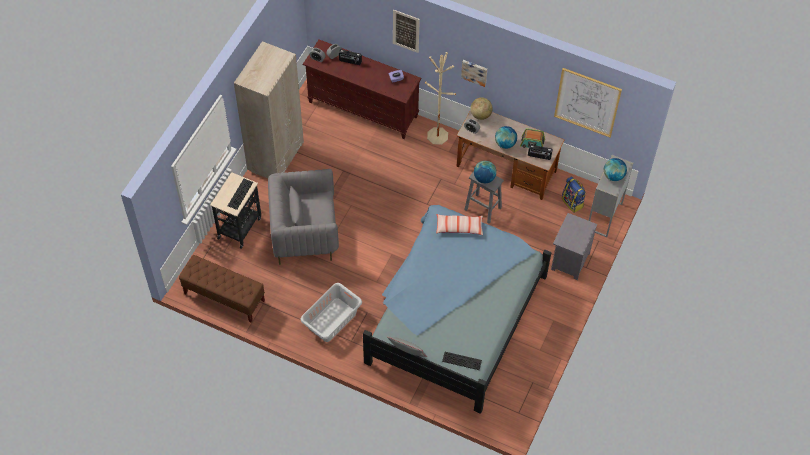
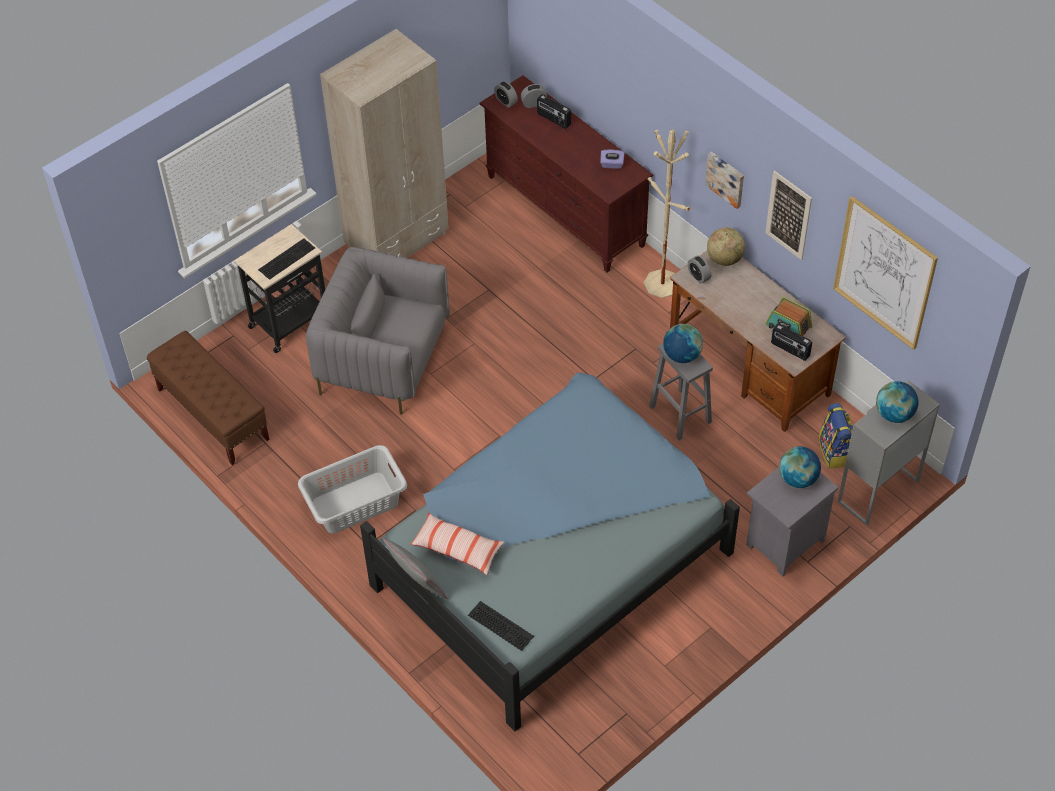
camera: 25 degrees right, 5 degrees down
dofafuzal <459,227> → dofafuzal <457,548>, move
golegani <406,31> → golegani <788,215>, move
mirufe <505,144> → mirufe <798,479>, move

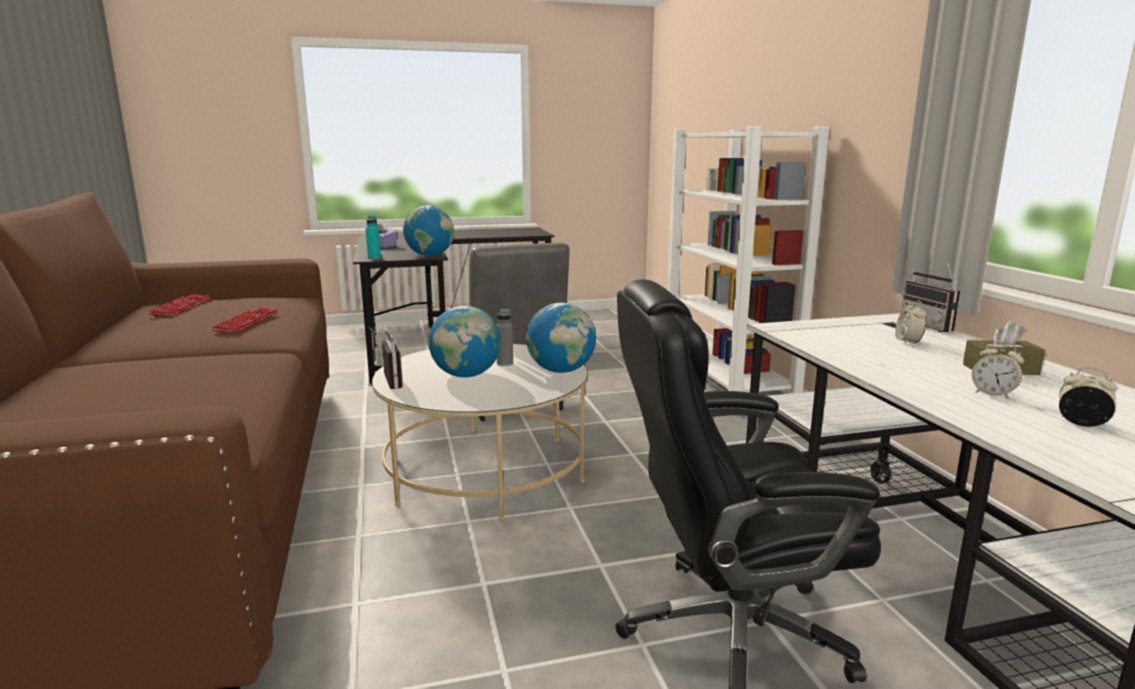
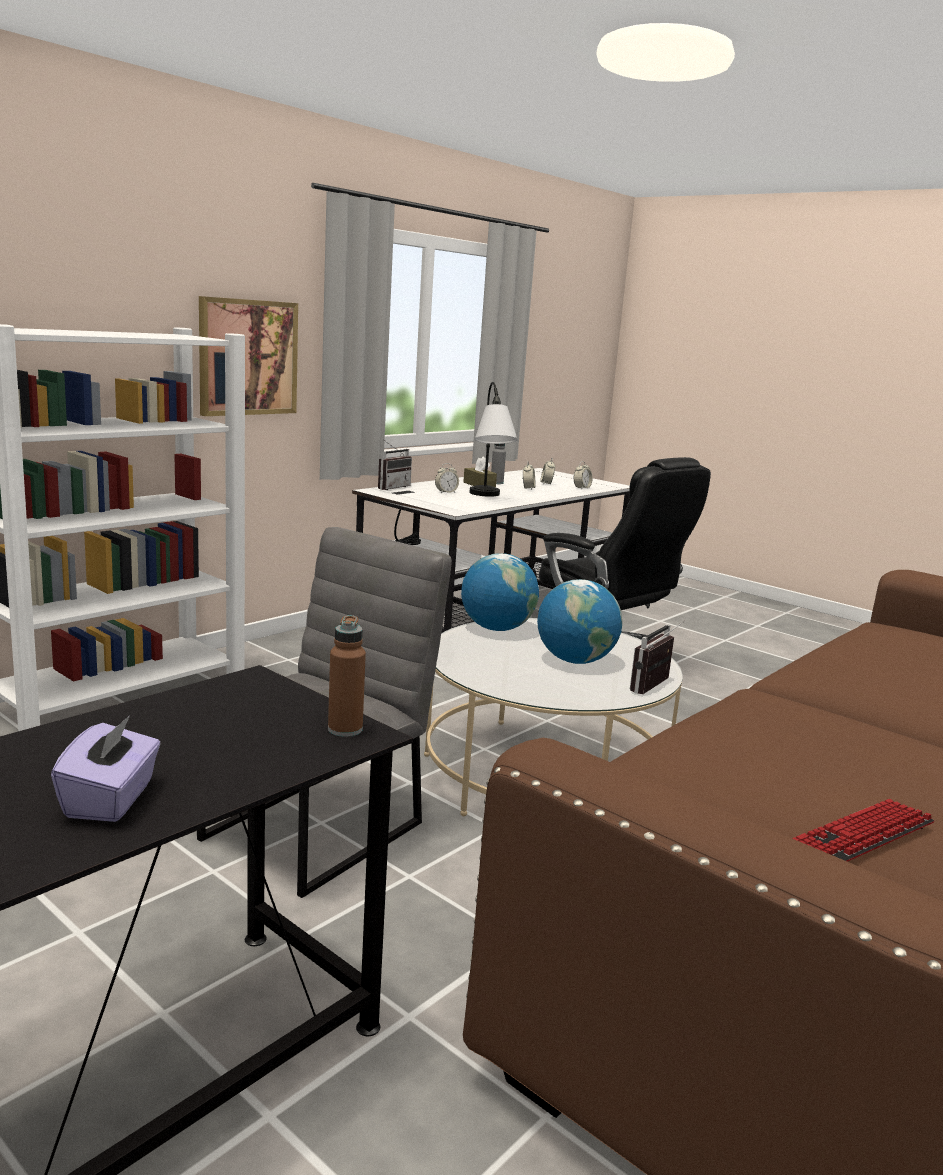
camera: 125 degrees left, 0 degrees up
- → golegani <247,357>
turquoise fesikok <374,258> → brown fesikok <345,729>
- → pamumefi <488,497>
grey fesikok <505,363> → grey fesikok <496,483>, move
- → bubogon <581,488>
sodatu <247,322> → -
mirufe <430,255> → -

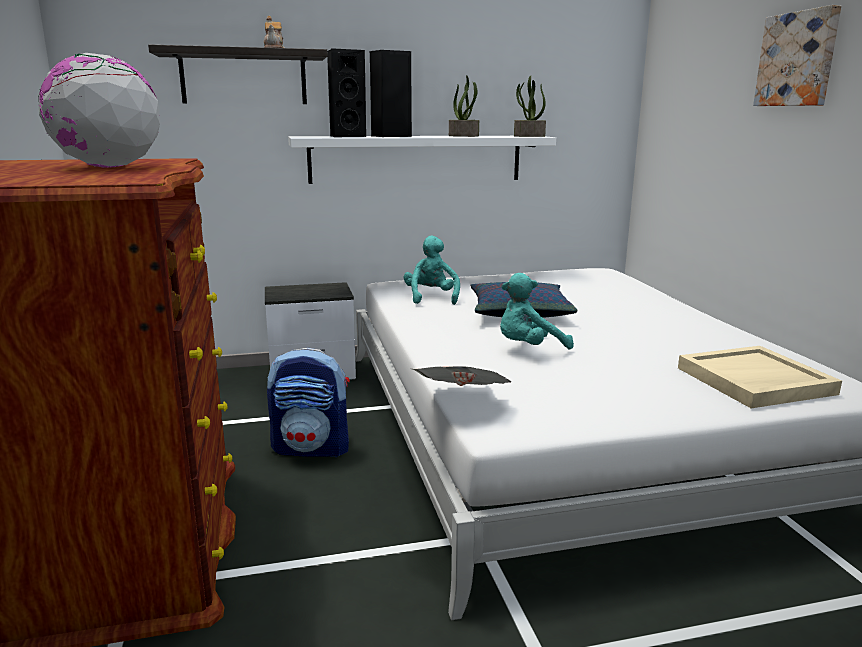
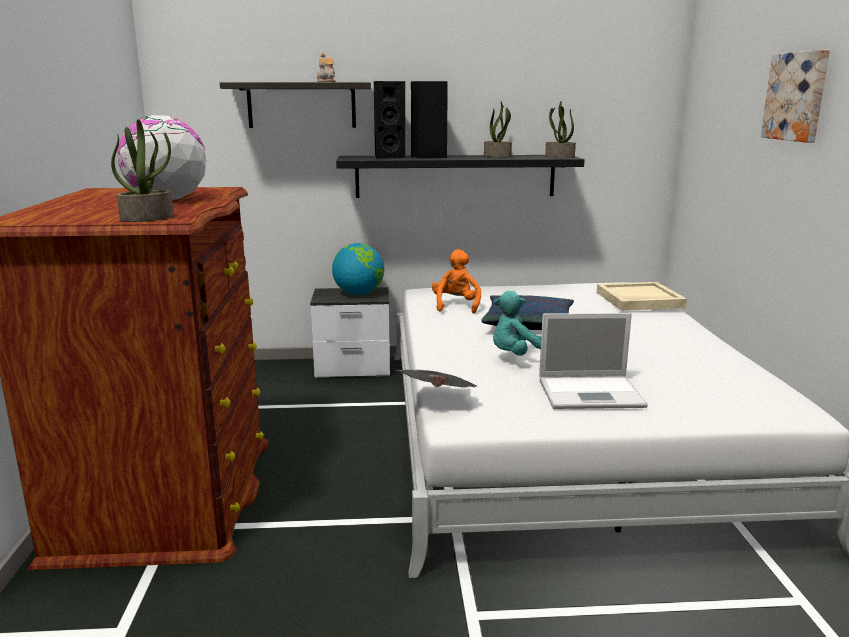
camera: 10 degrees right, 0 degrees up
- → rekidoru <147,218>
- → mirufe <359,294>
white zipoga <416,158> → black zipoga <455,176>
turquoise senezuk <431,298> → orange senezuk <456,306>
- → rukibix <592,393>
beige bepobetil <754,381> → beige bepobetil <639,300>, move
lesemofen <312,448> → -

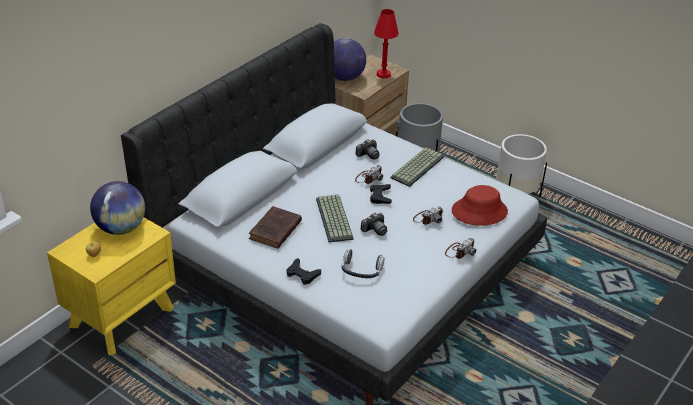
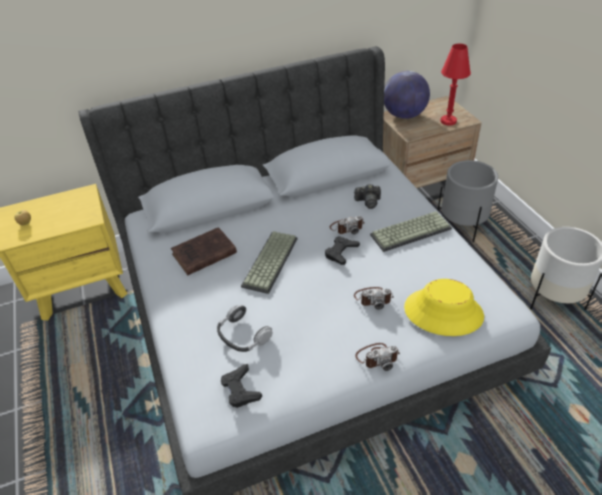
camera: 35 degrees right, 5 degrees up
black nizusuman <302,274> → black nizusuman <240,389>, move
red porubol <479,211> → yellow porubol <443,312>
mirufe <121,228> → -
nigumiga <375,230> → -

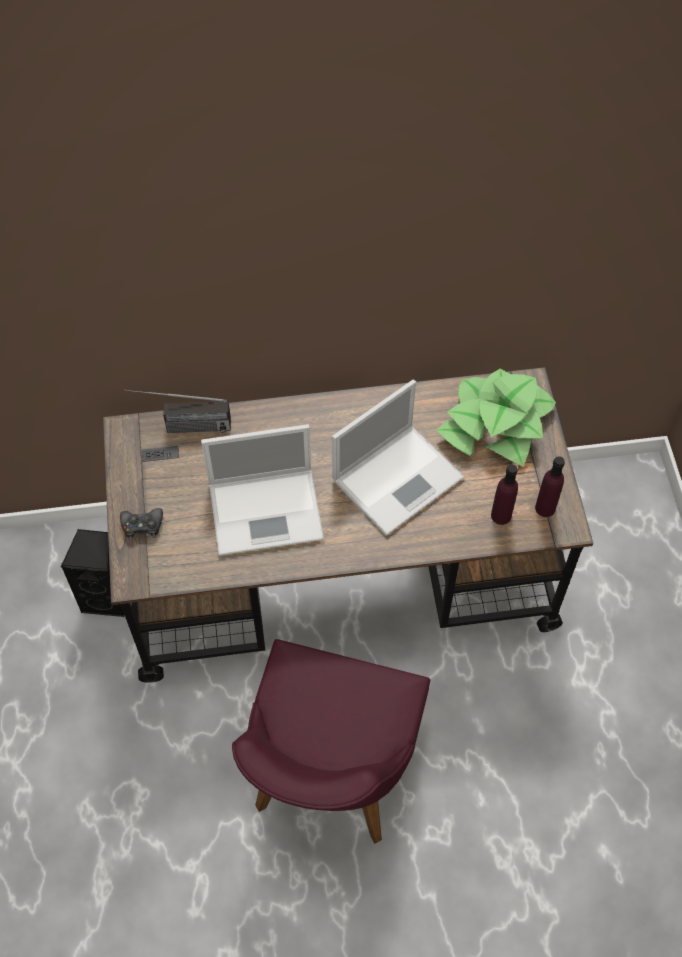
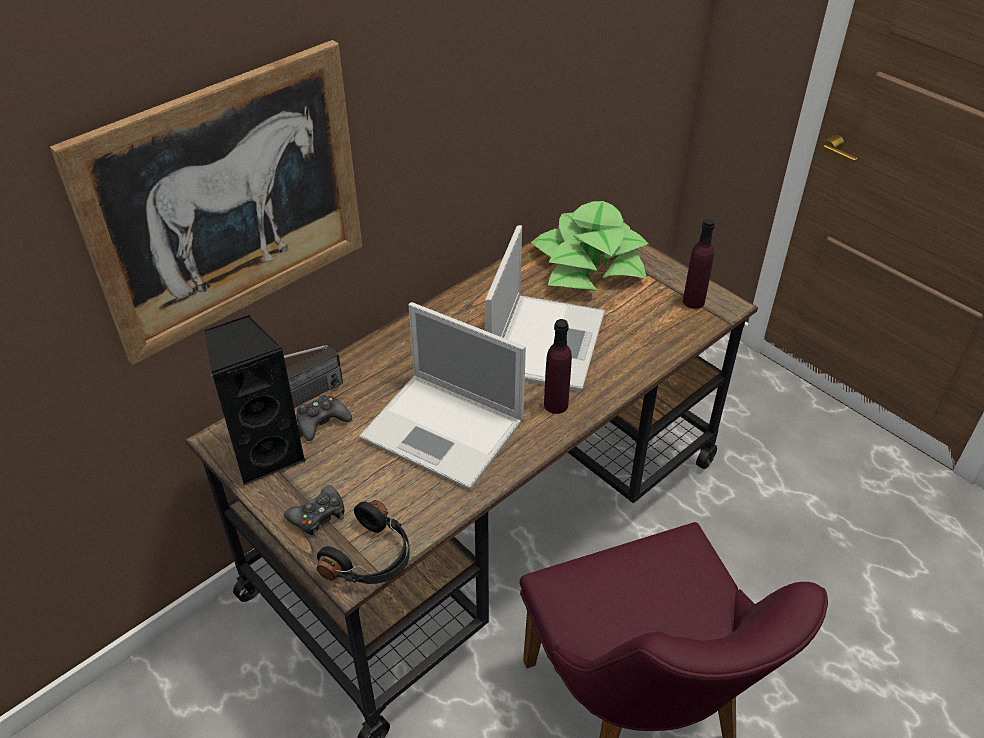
camera: 35 degrees left, 15 degrees down
- → golegani <228,202>
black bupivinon <107,597> → black bupivinon <266,454>, move
- → black nizusuman <322,422>
- → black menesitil <371,558>
rukibix <268,510> → rukibix <445,430>, 75 degrees clockwise
purple fesikok <501,515> → purple fesikok <556,404>, move

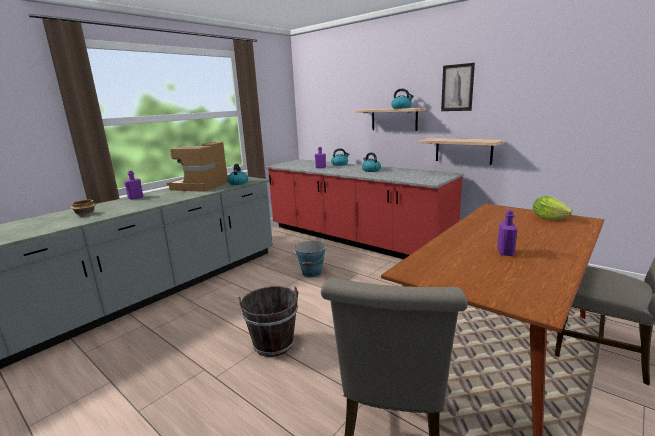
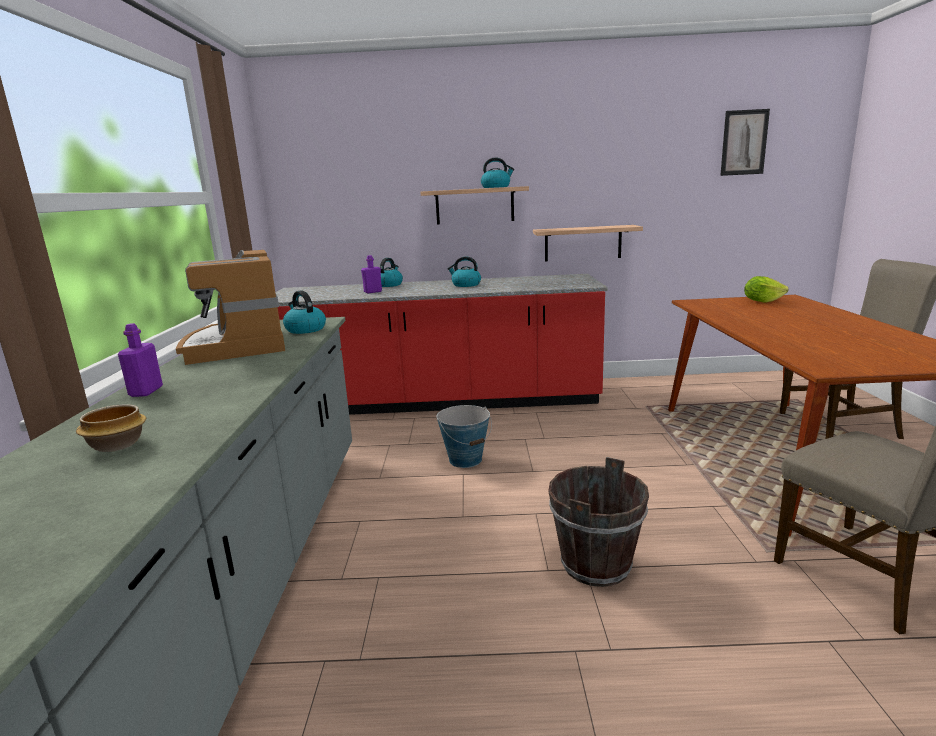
camera: 40 degrees left, 0 degrees up
golegani <457,88> → golegani <744,142>, move
purple fesikok <505,252> → -

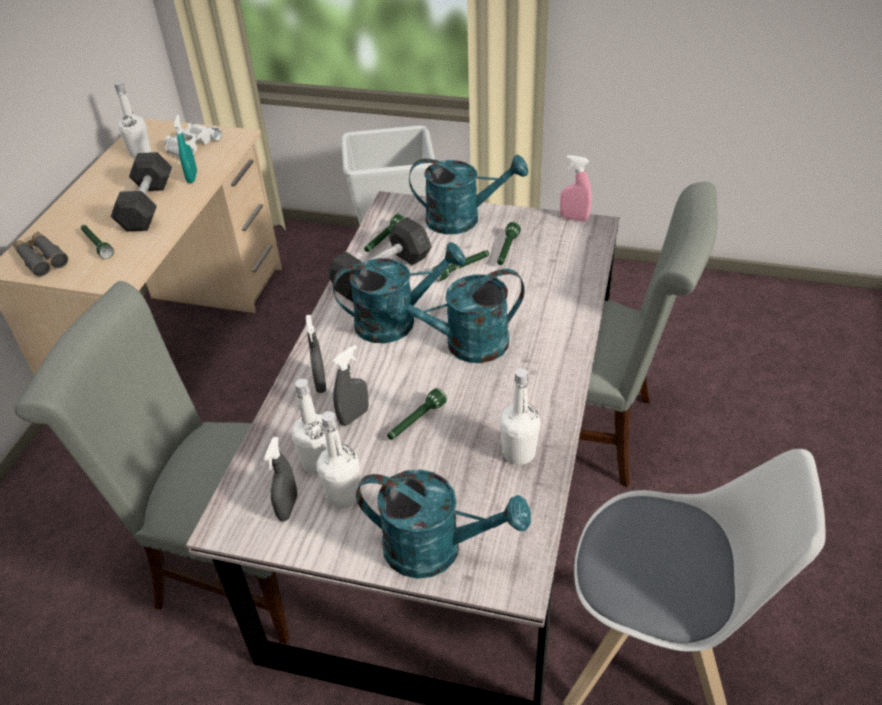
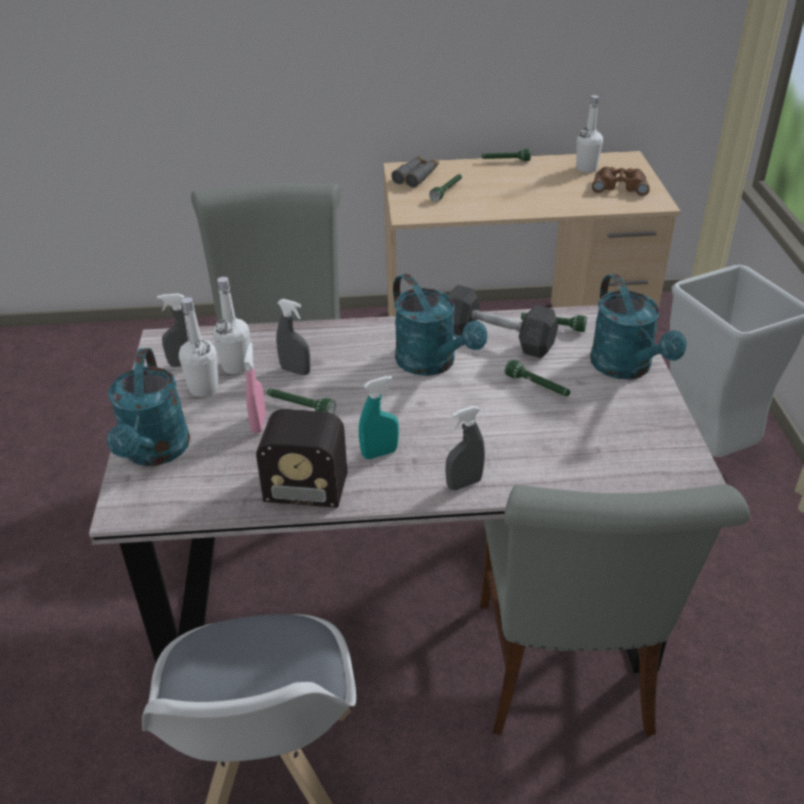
camera: 70 degrees right, 5 degrees down
white fesikok <519,453> → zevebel <279,480>
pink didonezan <574,218> → pink didonezan <258,423>, move
turquoise didonezan <192,177> → turquoise didonezan <379,453>, move
grey didonezan <320,383> → grey didonezan <464,483>, move
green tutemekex <507,251> → green tutemekex <505,161>, move
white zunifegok <191,145> → brown zunifegok <619,186>
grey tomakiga <147,206> → -
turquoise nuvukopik <465,345> → -

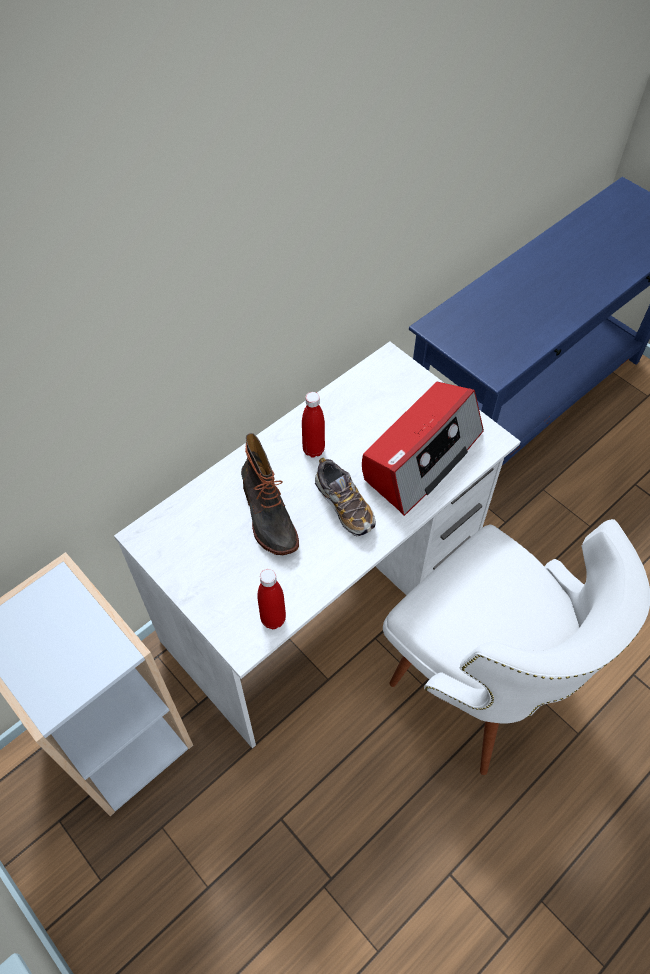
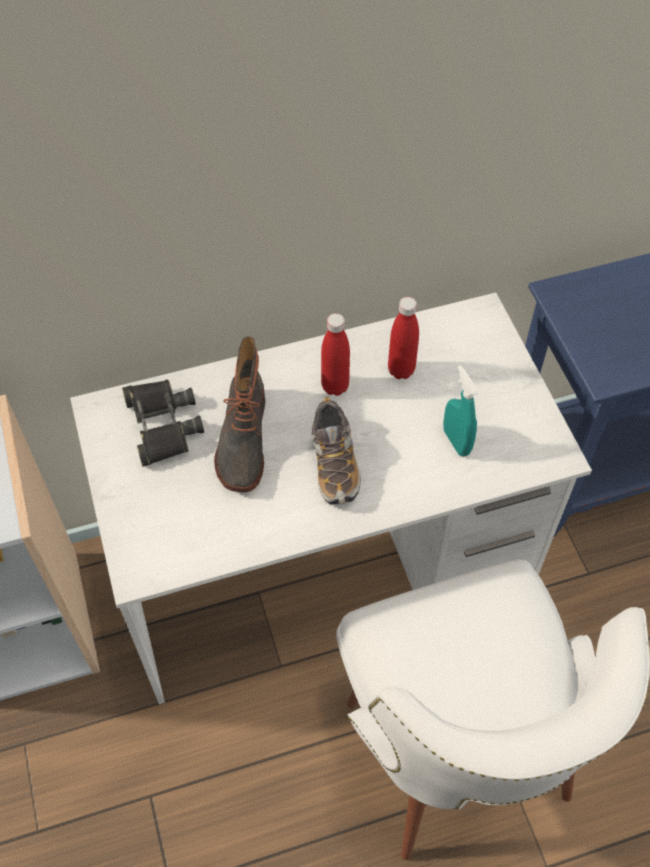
camera: 25 degrees right, 0 degrees up
- → black zunifegok <162,425>
red fesikok <273,619> → red fesikok <401,370>, move
zevebel <420,456> → turquoise didonezan <456,441>

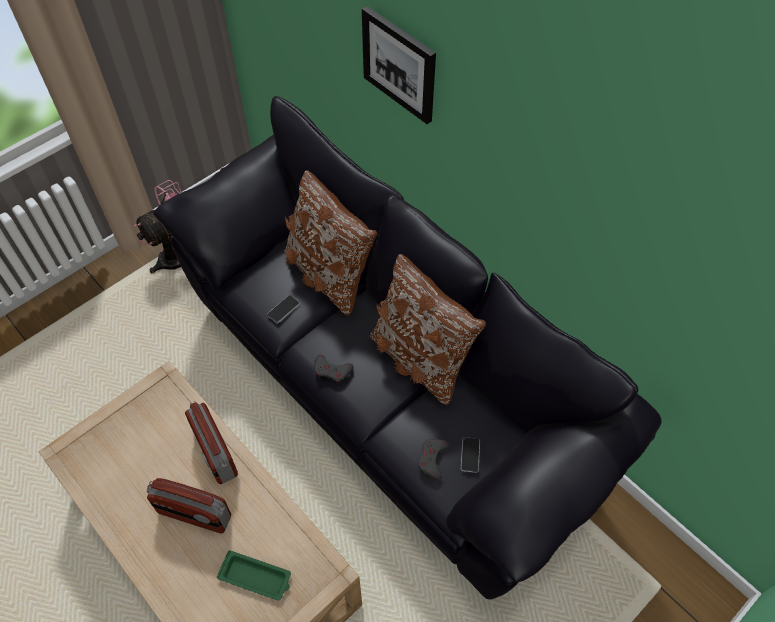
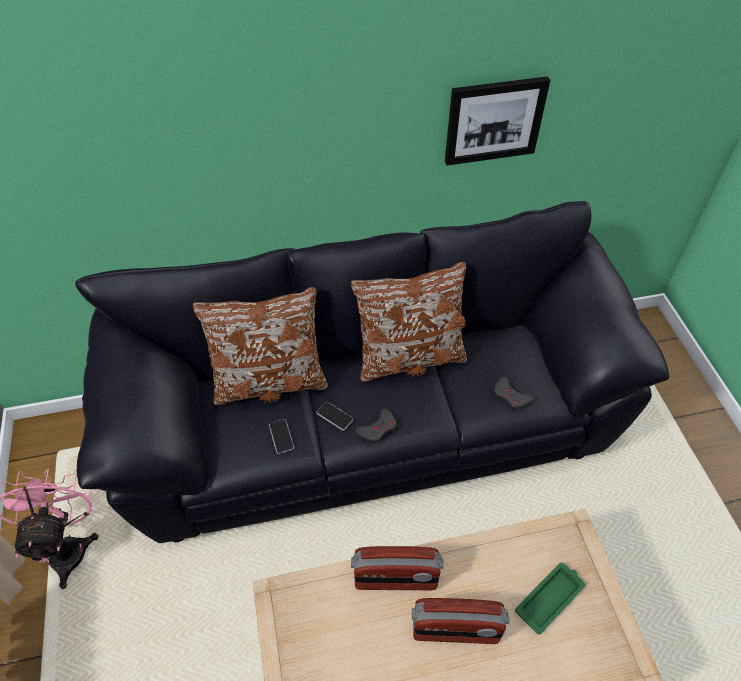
camera: 60 degrees left, 5 degrees down
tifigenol <470,455> → tifigenol <334,416>, move
zevebel <194,515> → zevebel <455,631>, 45 degrees clockwise
golegani <400,64> → golegani <494,120>, move

